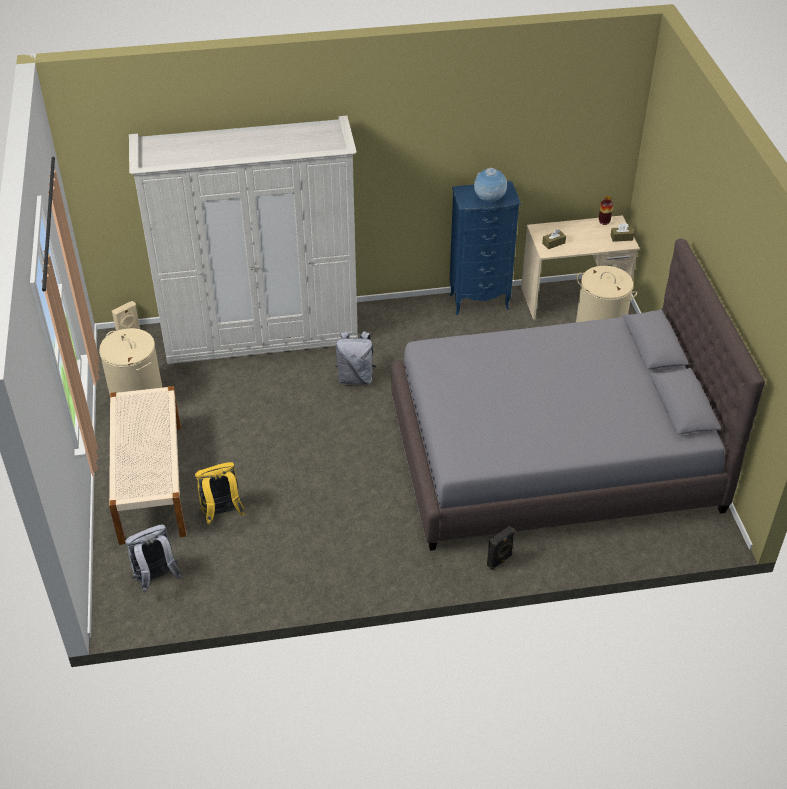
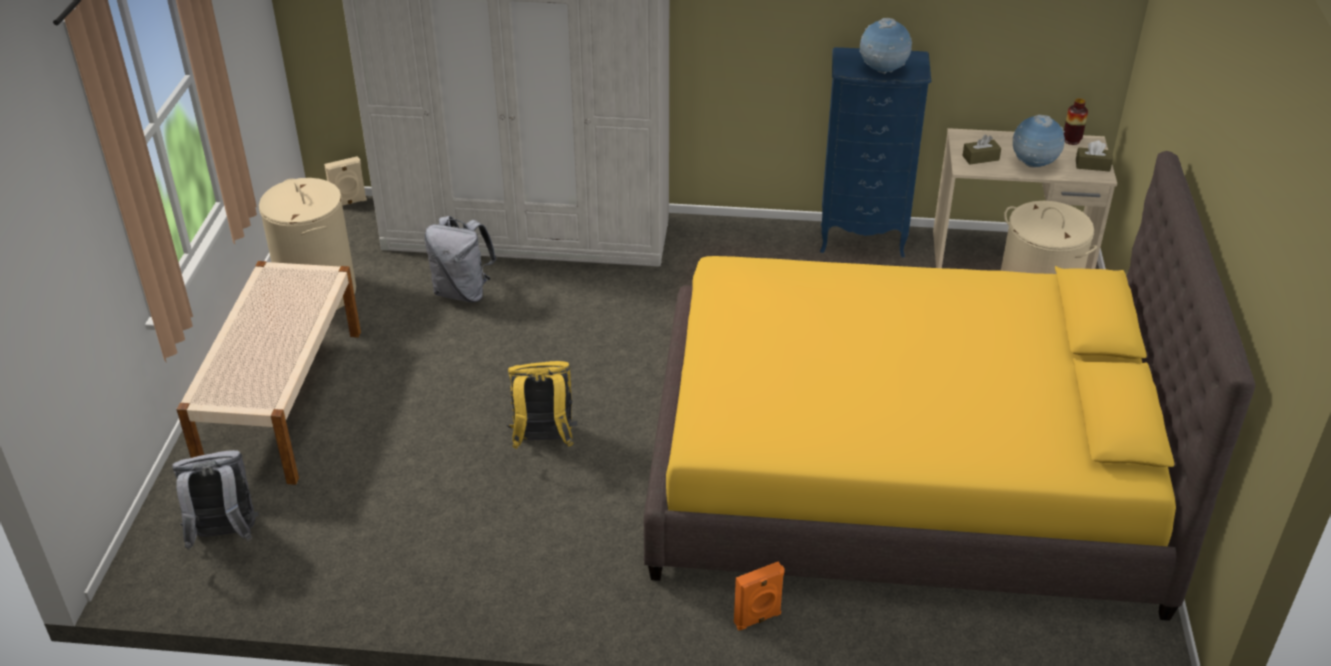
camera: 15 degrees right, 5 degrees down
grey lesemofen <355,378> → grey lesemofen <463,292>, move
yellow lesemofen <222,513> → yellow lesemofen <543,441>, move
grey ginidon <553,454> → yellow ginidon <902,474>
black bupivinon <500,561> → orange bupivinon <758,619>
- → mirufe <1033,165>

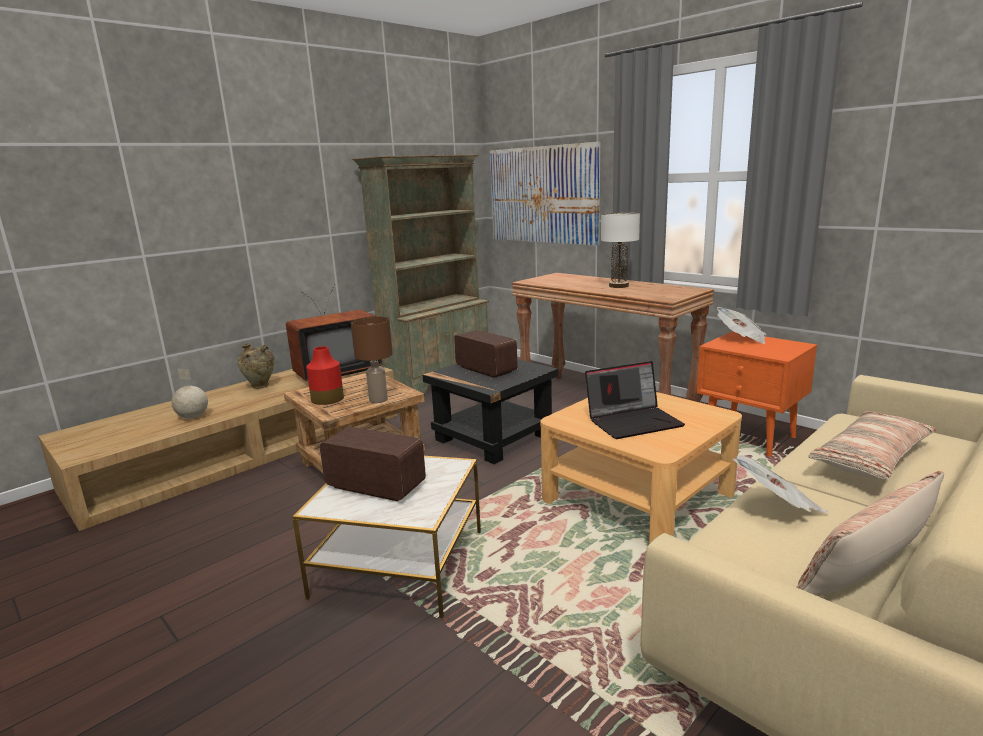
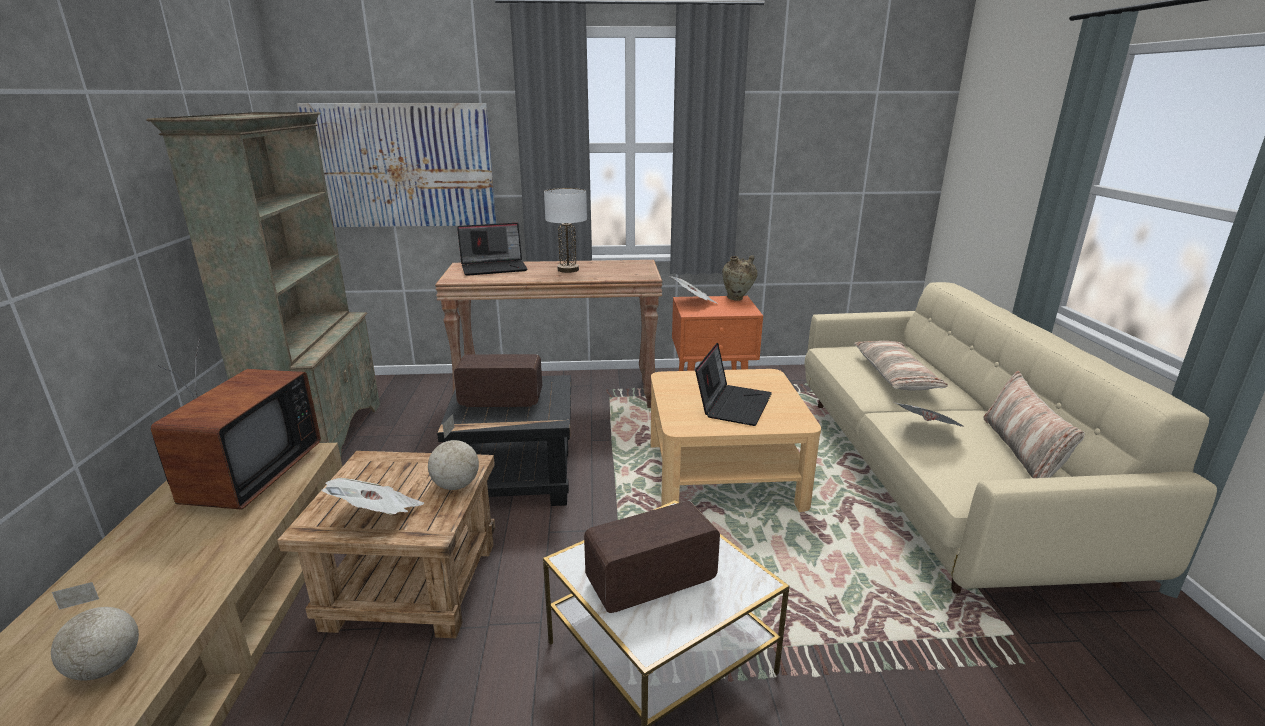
camera: 50 degrees left, 5 degrees up
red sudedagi <328,398> → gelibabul <378,515>
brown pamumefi <379,400> → mirufe <456,485>
- → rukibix <494,267>
beige sudedagi <260,387> → beige sudedagi <737,299>, move

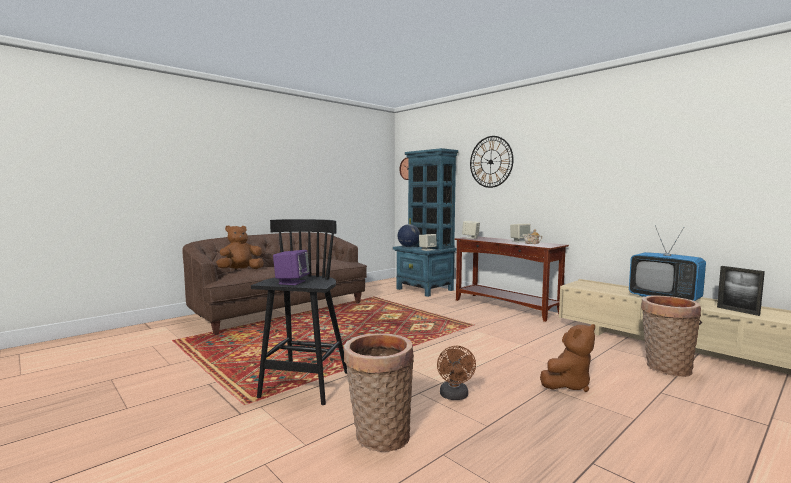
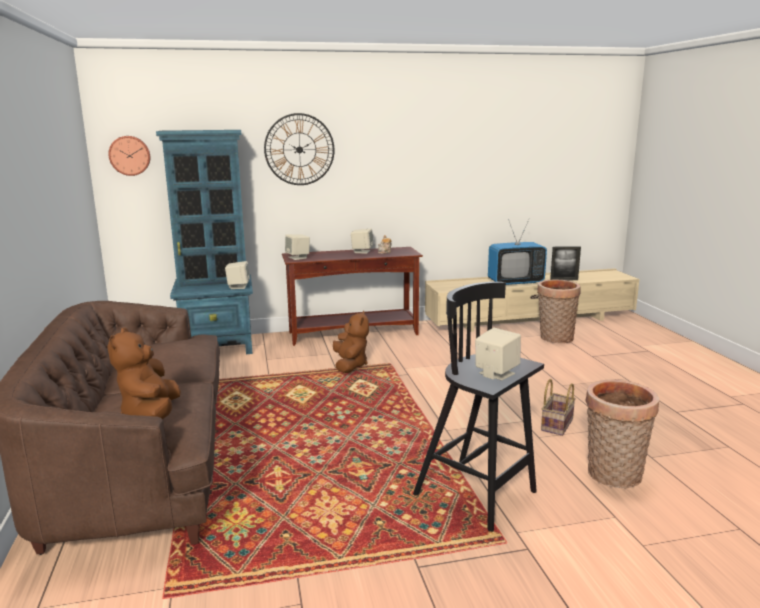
camera: 60 degrees left, 10 degrees up
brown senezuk <567,384> → brown senezuk <350,365>, move
purple bupivinon <291,282> → beige bupivinon <496,373>
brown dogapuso <454,396> → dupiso <556,424>
mirufe <408,247> → -

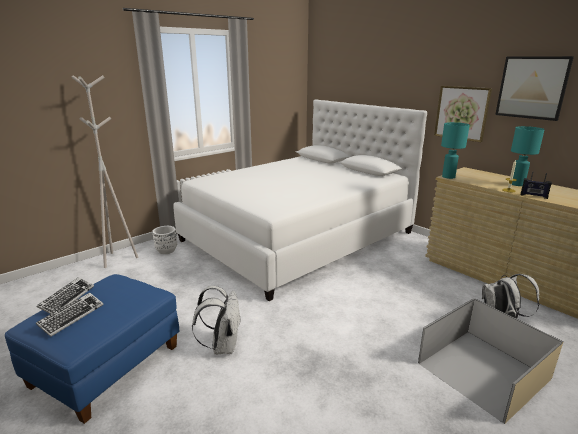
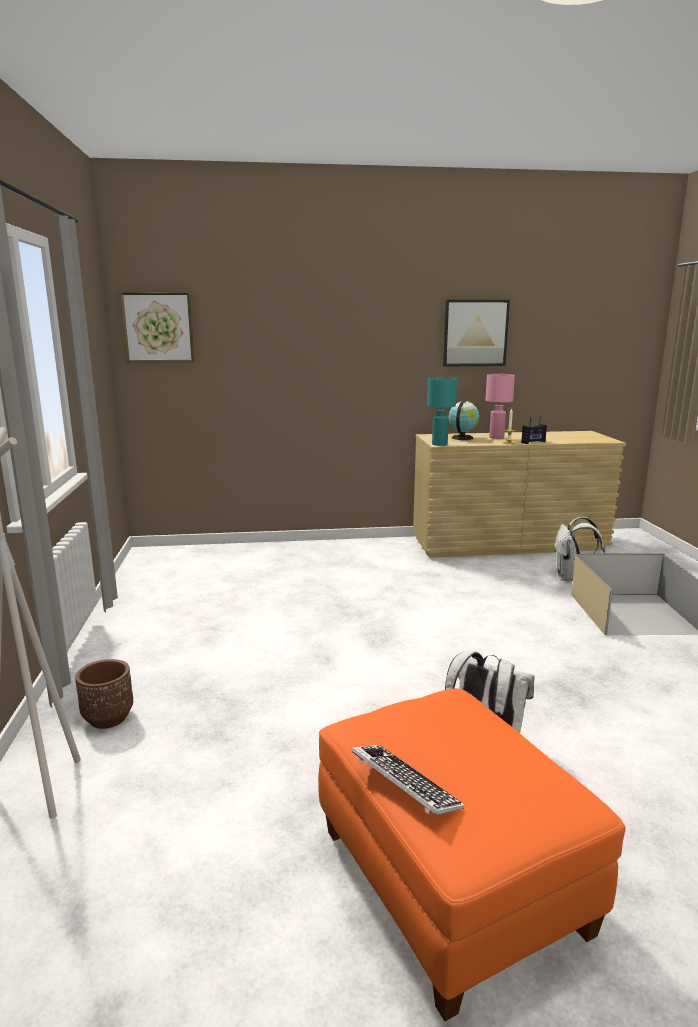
camera: 55 degrees left, 5 degrees down
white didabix <166,250> → brown didabix <108,718>
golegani <461,113> → golegani <158,327>, move
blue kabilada <106,366> → orange kabilada <448,881>
- → mirufe <462,438>
turquoise pamumefi <516,184> → pink pamumefi <496,437>
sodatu <72,317> → -
white ginidon <298,236> → -

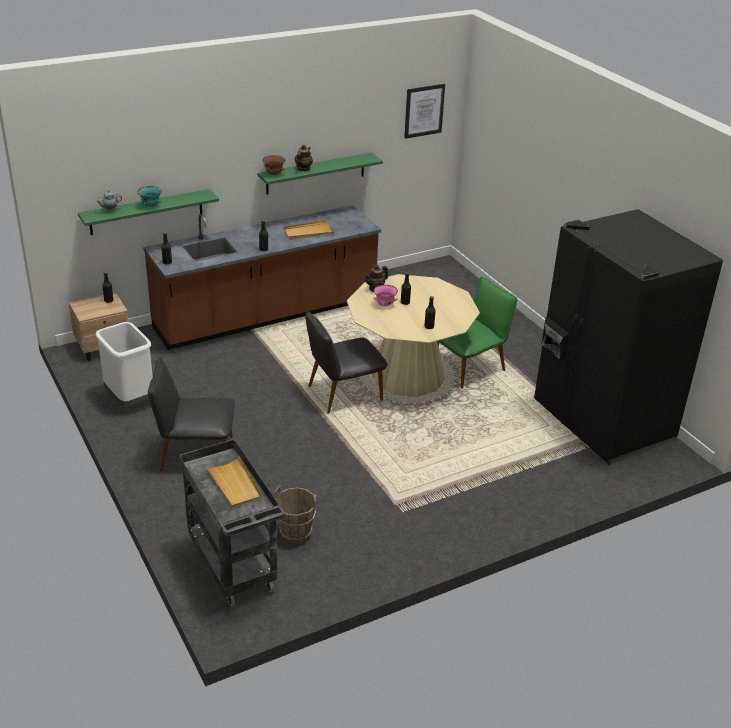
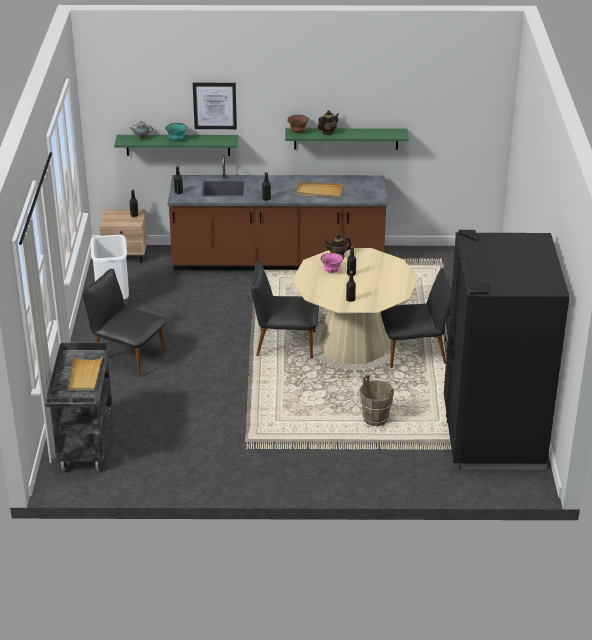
camera: 30 degrees right, 0 degrees up
golegani <424,111> → golegani <215,105>, move
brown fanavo <295,534> → brown fanavo <375,419>, move
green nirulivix <468,368> → black nirulivix <414,352>

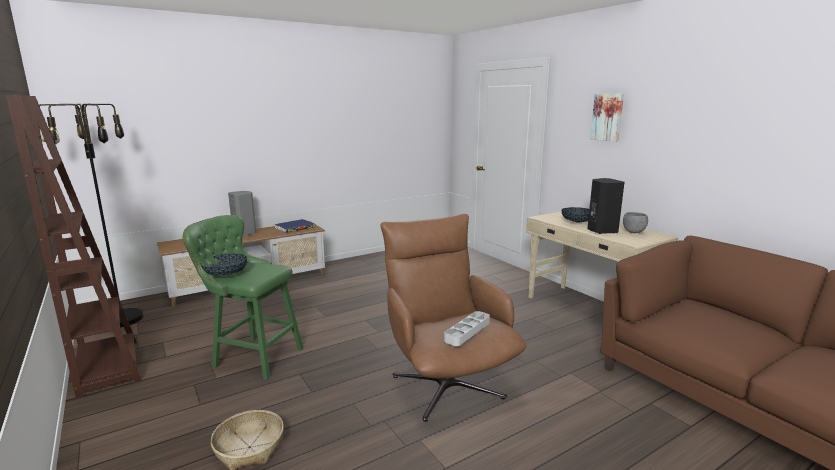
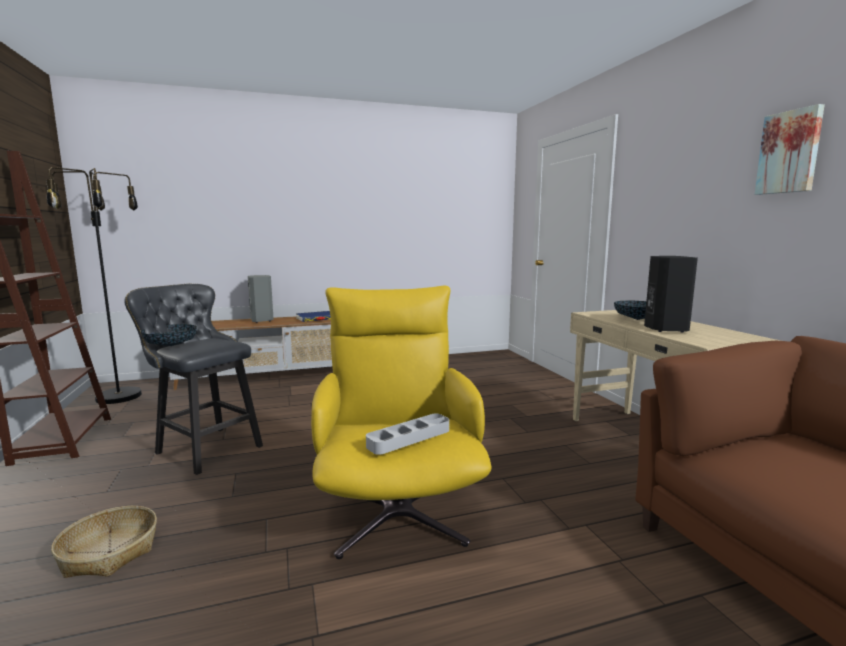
camera: 15 degrees right, 5 degrees down
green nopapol <250,355> → grey nopapol <203,446>
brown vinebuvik <446,386> → yellow vinebuvik <398,515>
golegani <607,117> → golegani <790,152>, move
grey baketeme <634,232> → -

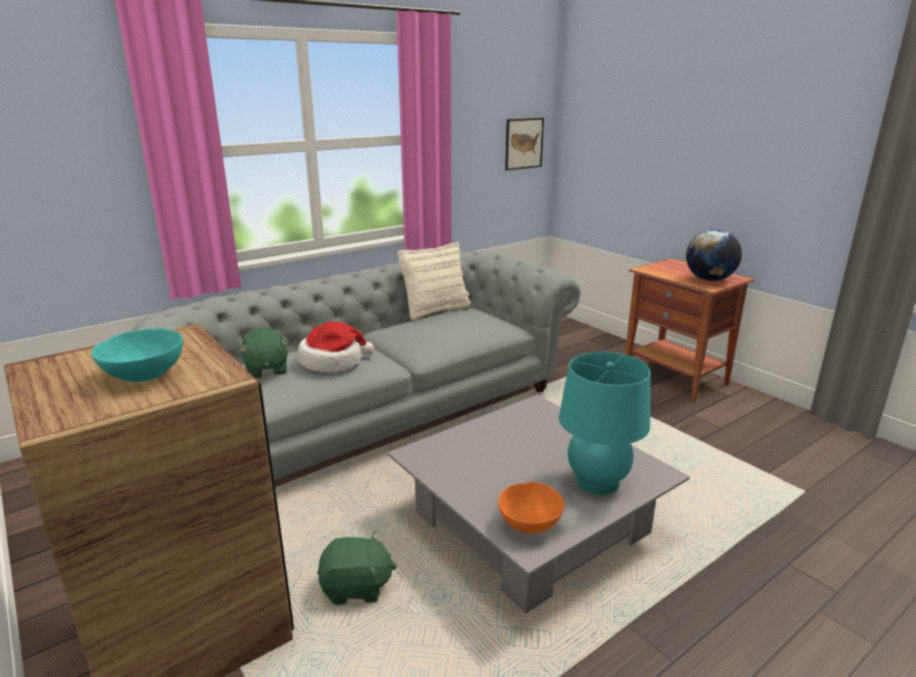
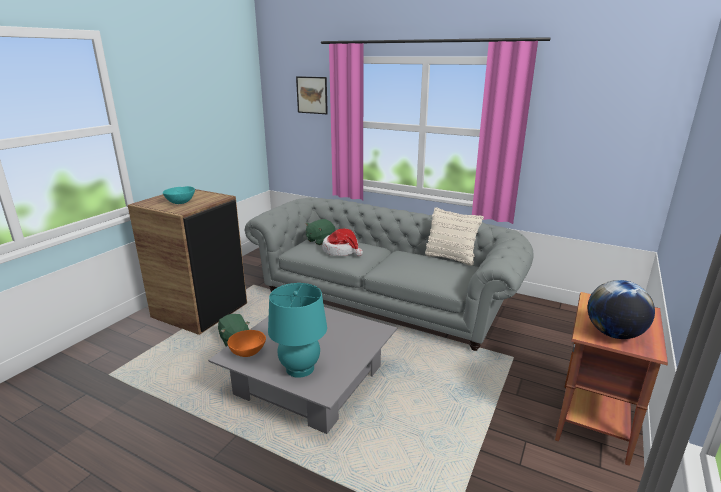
camera: 65 degrees right, 0 degrees up
golegani <524,143> → golegani <312,95>, move

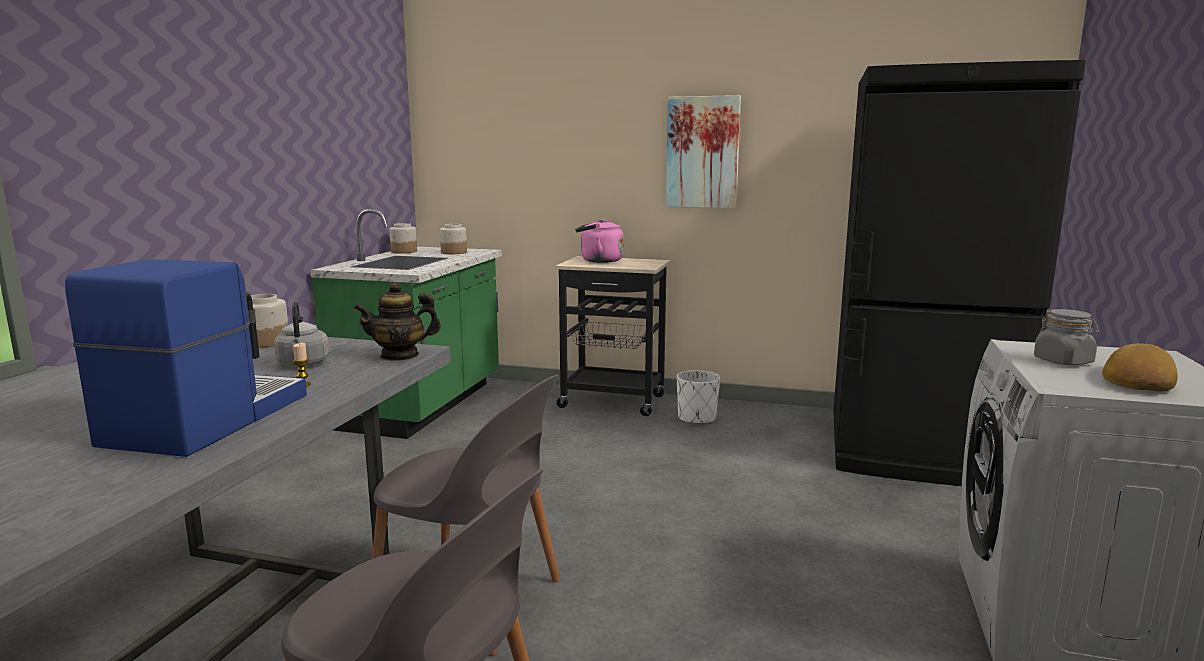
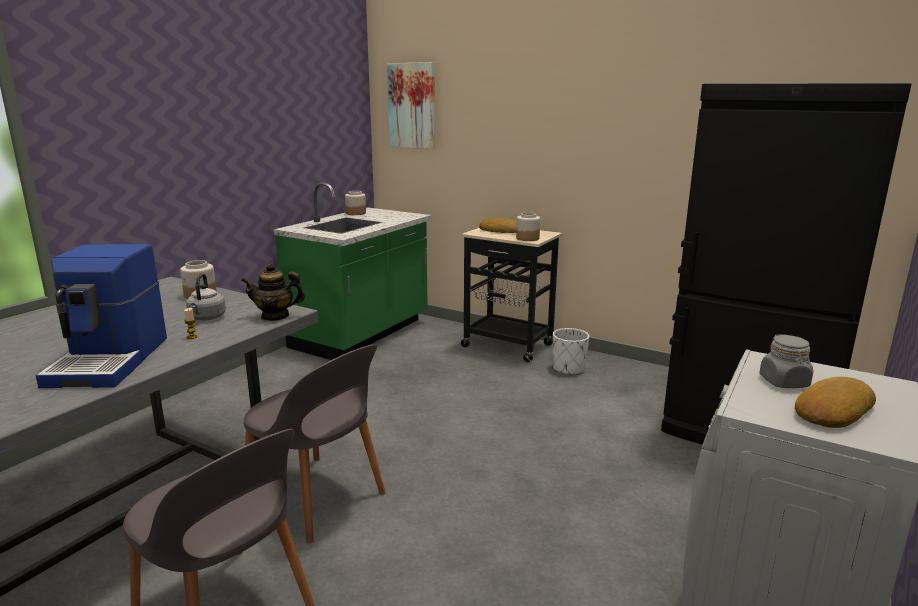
camera: 15 degrees right, 5 degrees up
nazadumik <205,420> → nazadumik <111,360>, 150 degrees clockwise
golegani <702,152> → golegani <412,106>, move
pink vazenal <598,261> → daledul <500,231>
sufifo <453,252> → sufifo <527,238>, move

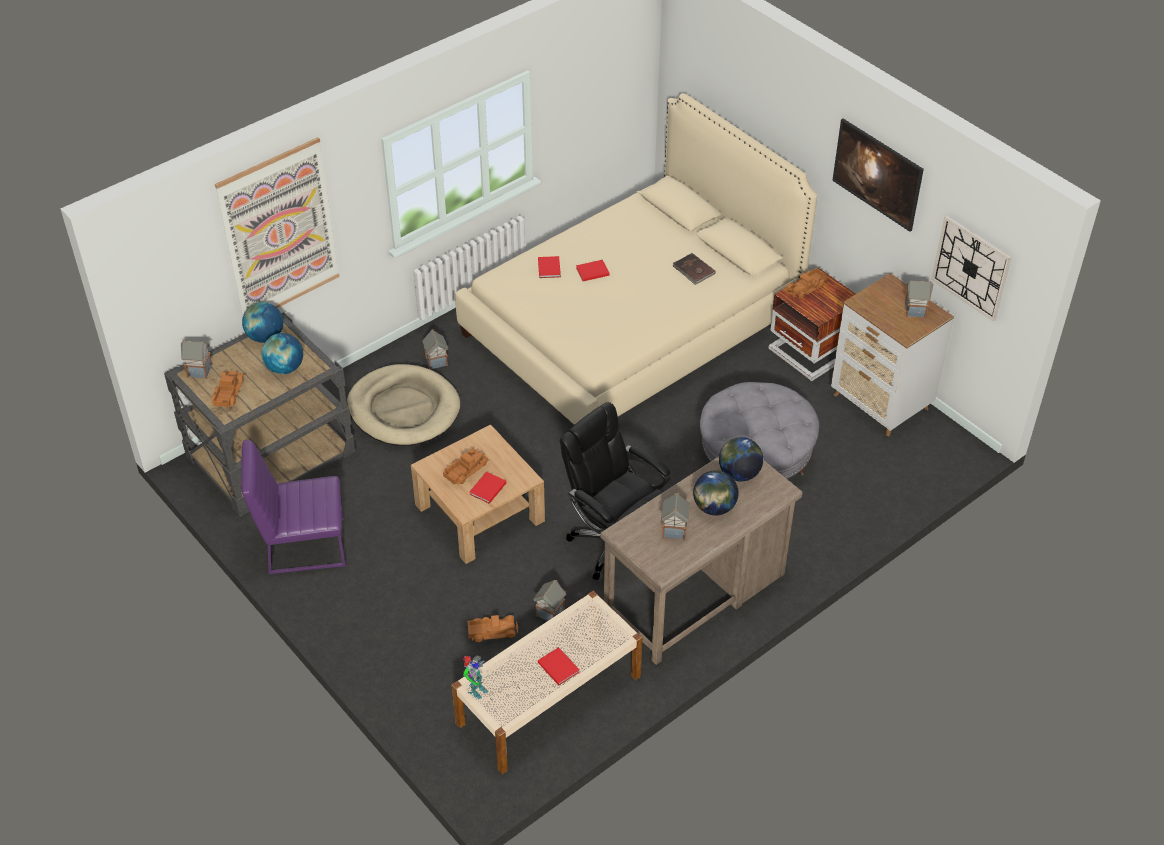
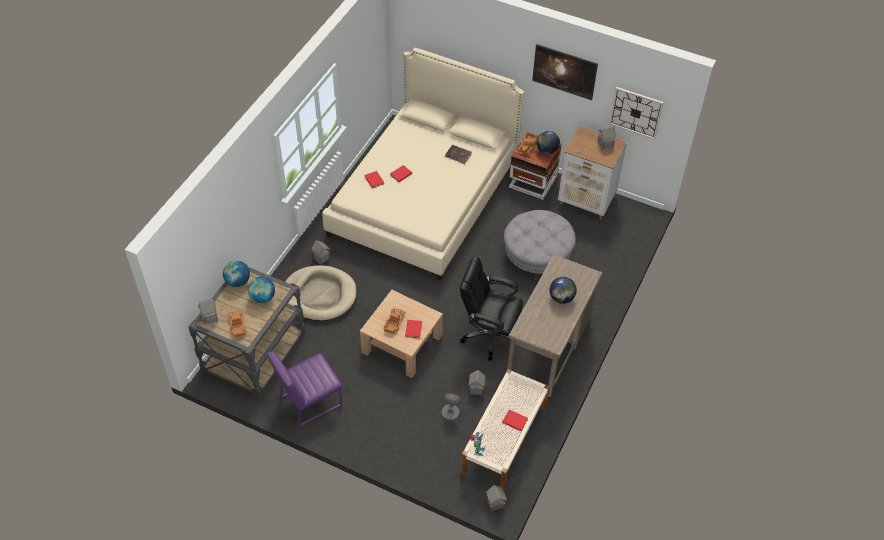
camera: 25 degrees left, 5 degrees up
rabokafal <492,631> → grey pamumefi <450,412>
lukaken <674,530> → lukaken <495,504>, move
mirufe <739,473> → mirufe <547,150>, move
golegani <279,232> → -

